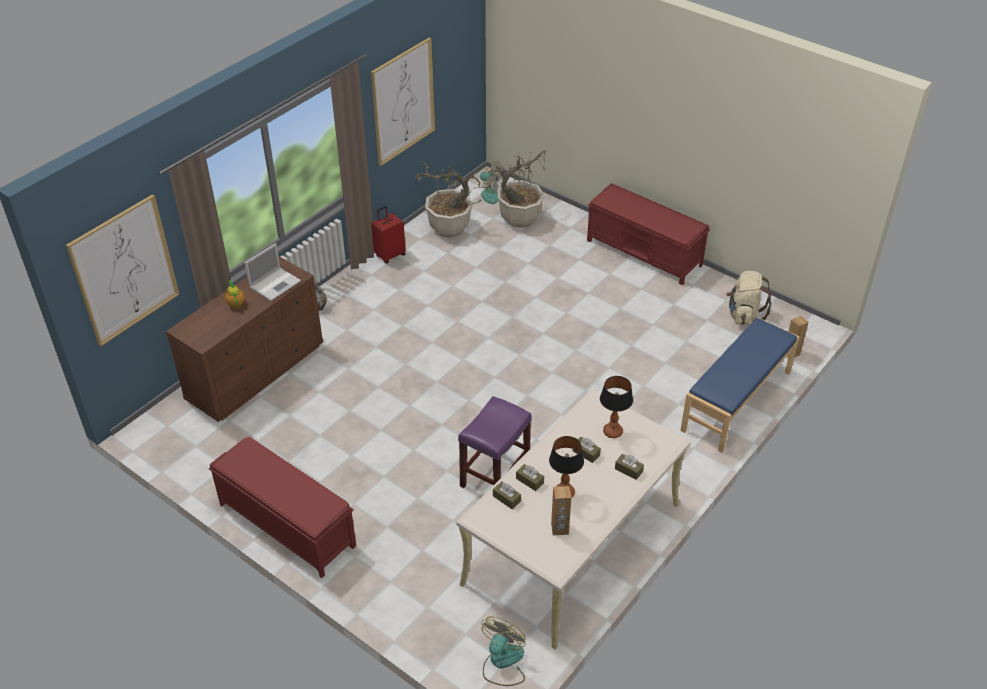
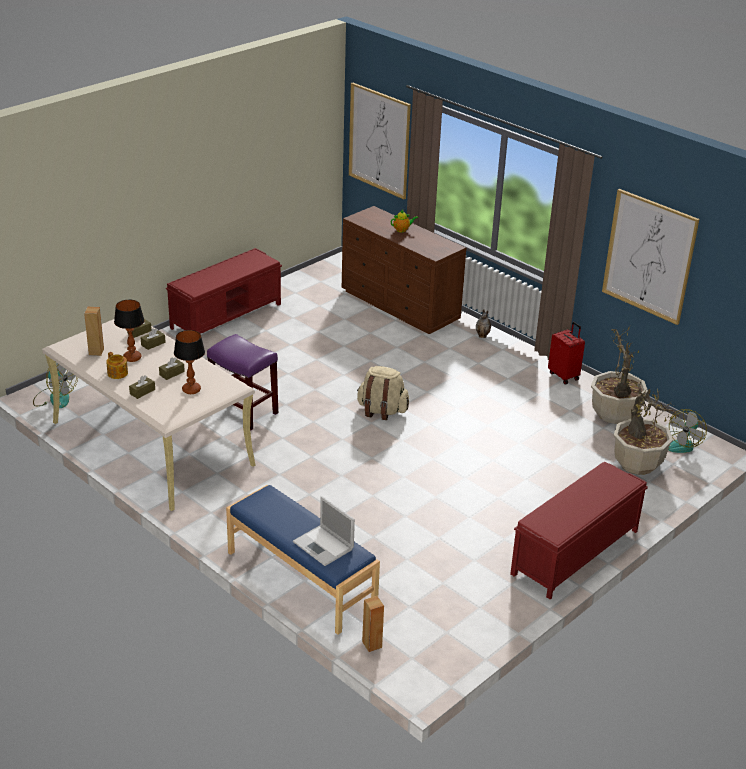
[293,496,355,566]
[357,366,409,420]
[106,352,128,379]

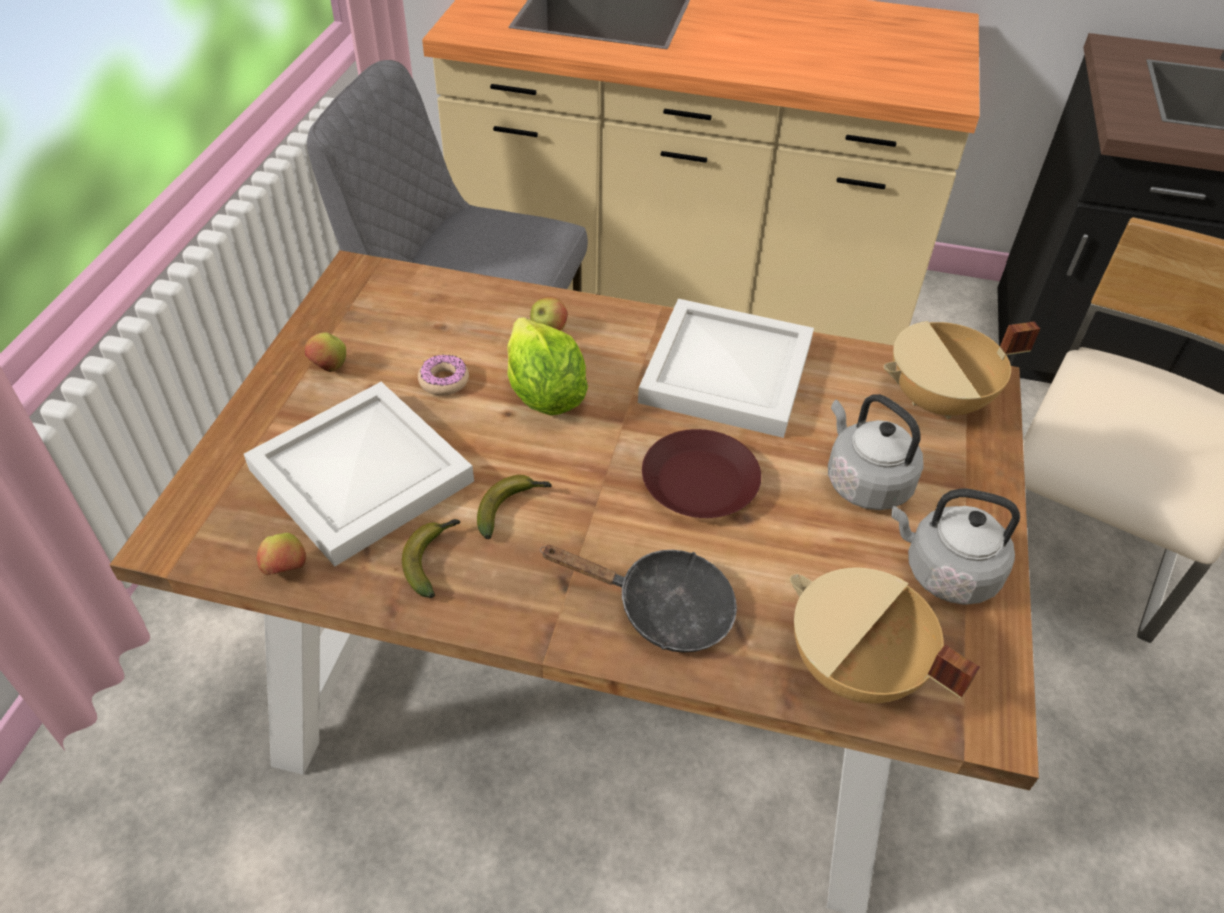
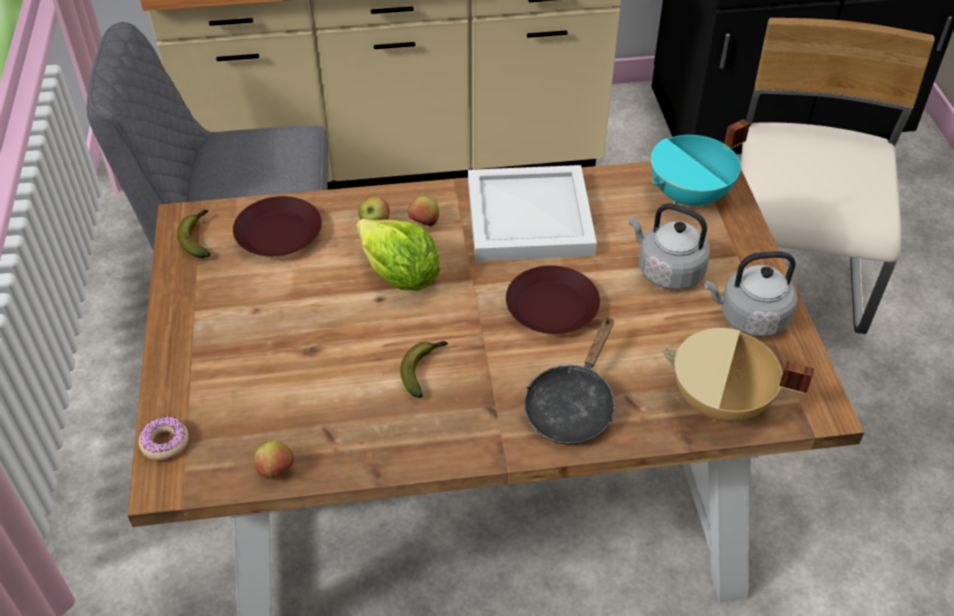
[651,119,750,208]
[408,196,439,227]
[139,416,189,461]
[244,382,474,566] (first image)
[177,210,211,258]
[524,317,615,445]
[233,196,322,256]

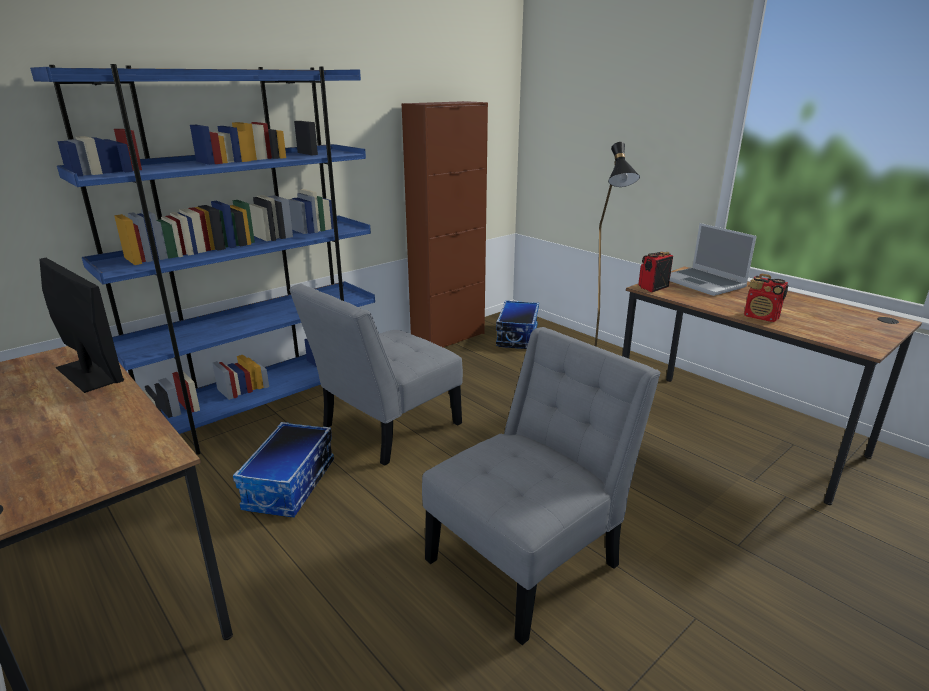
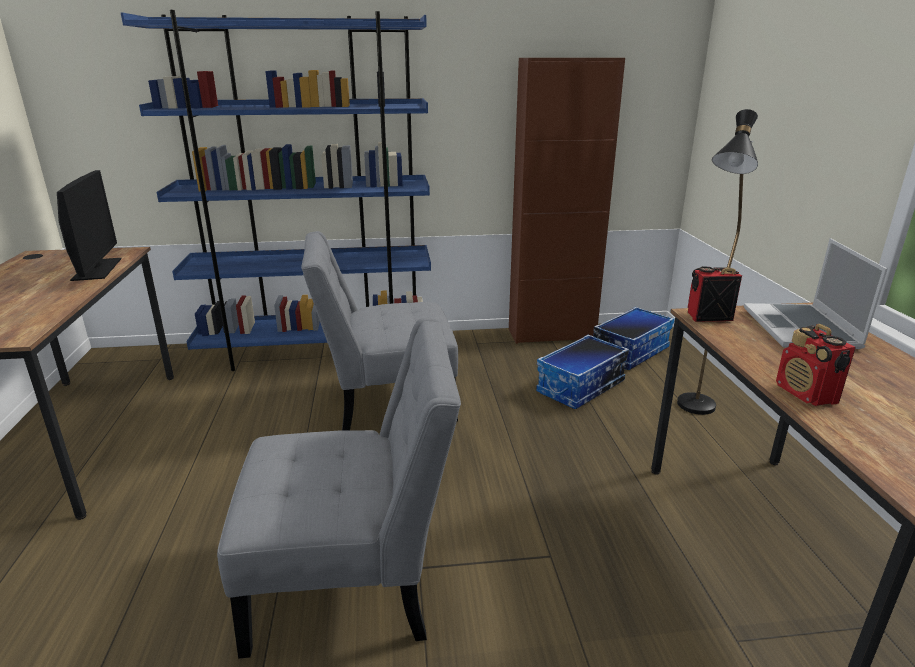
[536,335,629,409]

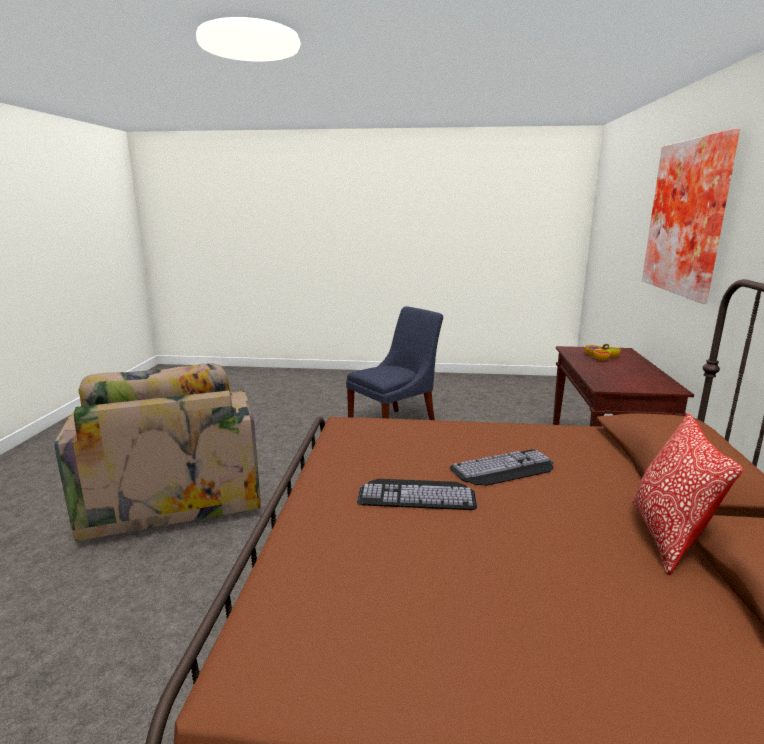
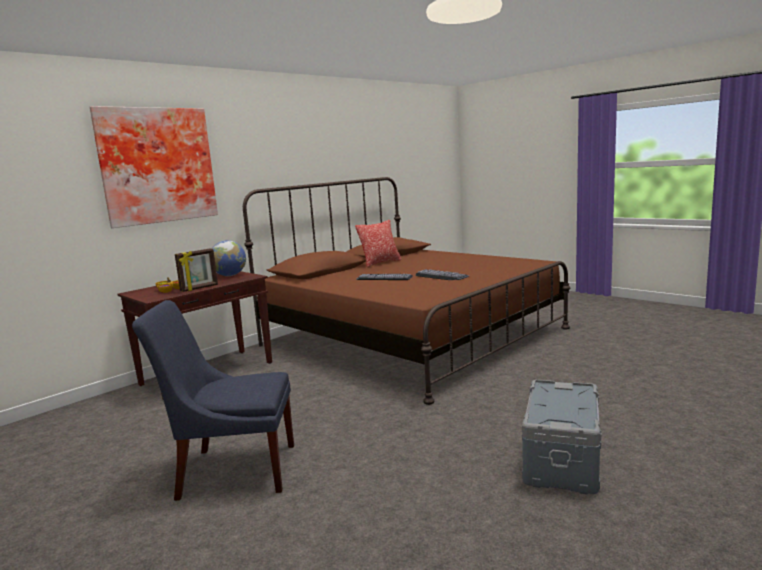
[522,380,601,494]
[212,240,246,276]
[175,248,218,292]

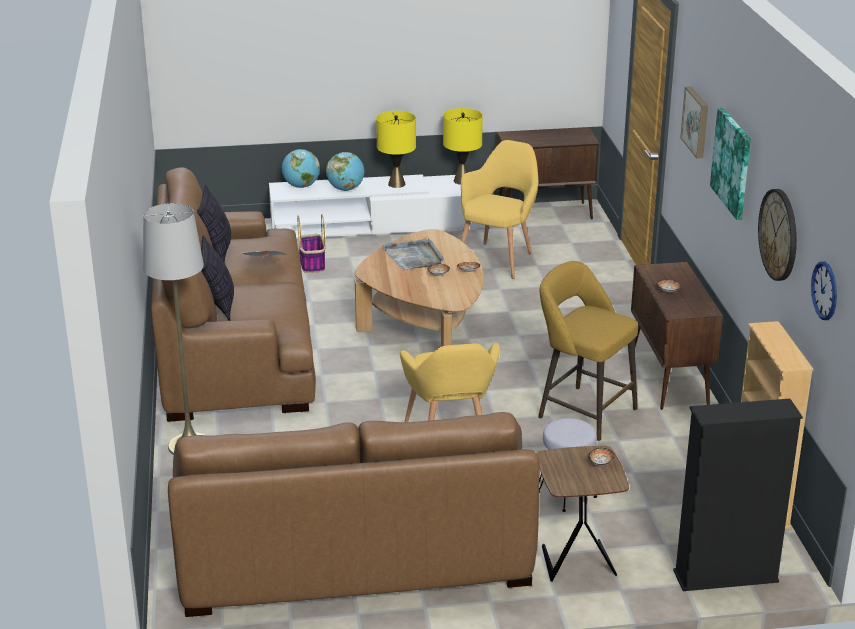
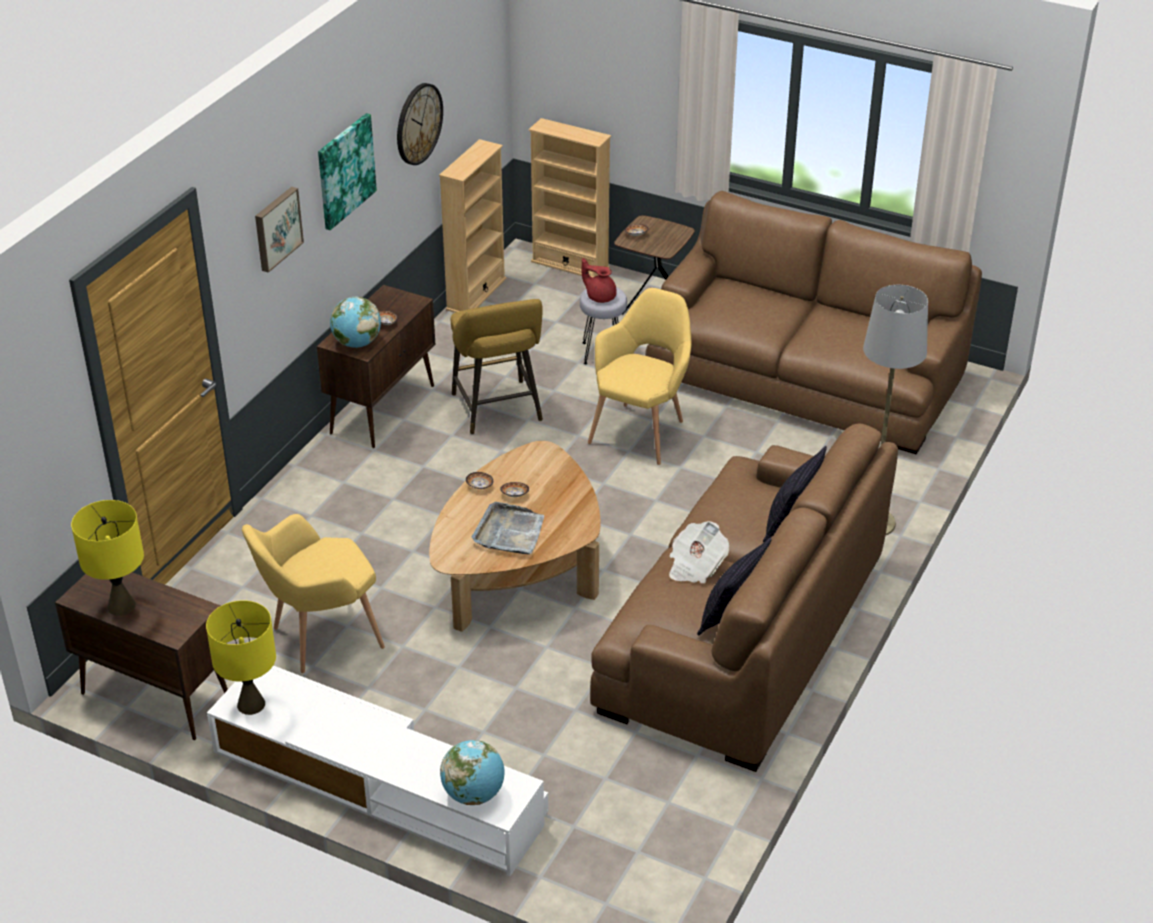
[71,500,144,616]
[330,297,381,348]
[297,214,326,273] (first image)
[811,262,837,320] (first image)
[529,118,611,277]
[581,258,617,303]

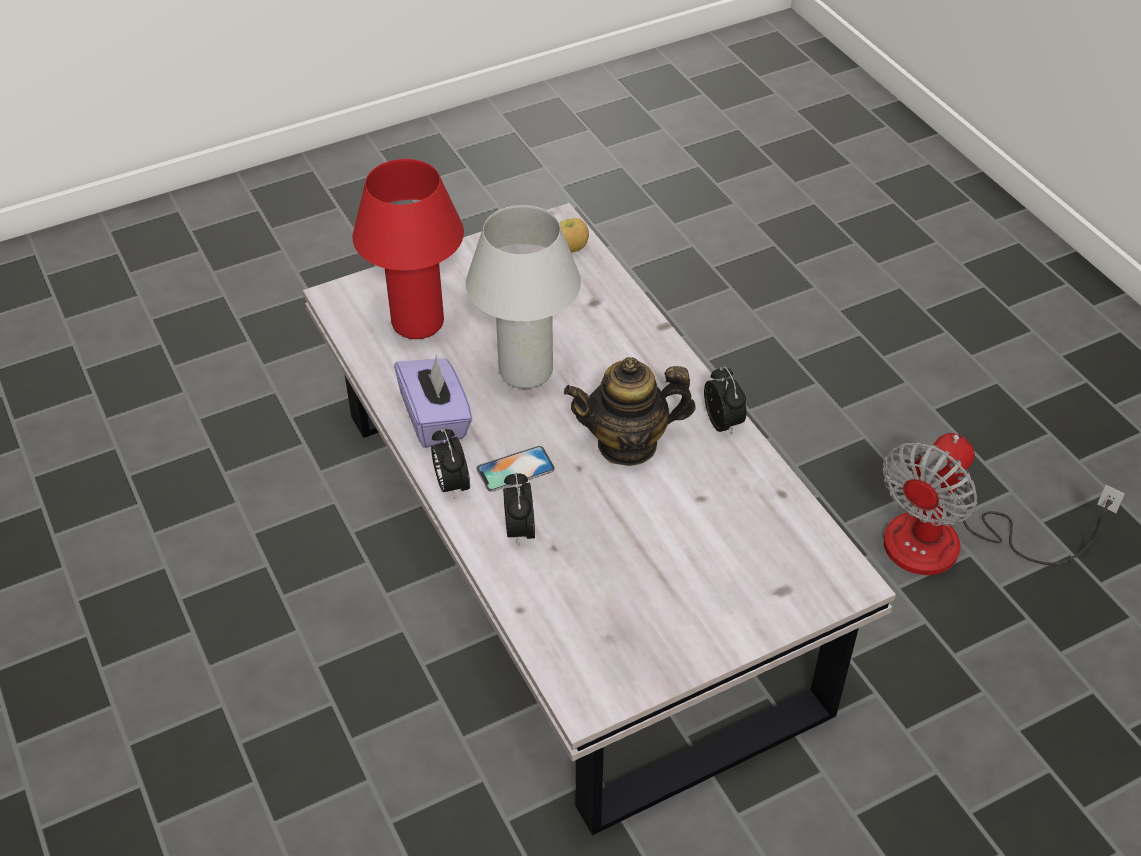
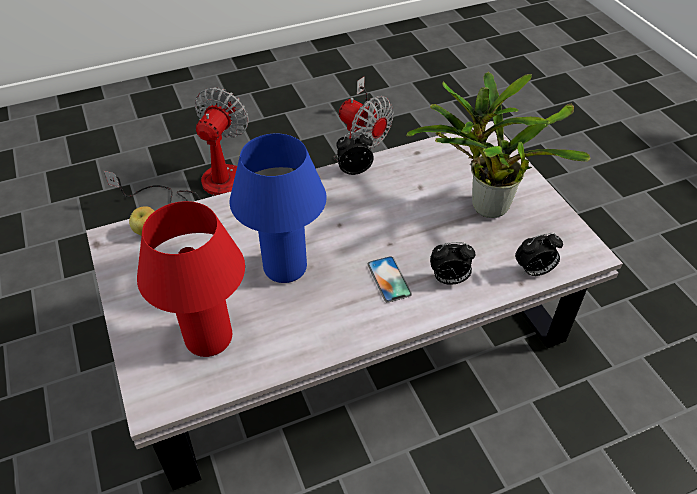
[230,134,327,283]
[394,355,473,448] (first image)
[564,357,696,466] (first image)
[515,233,563,276]
[406,72,590,218]
[104,87,249,204]

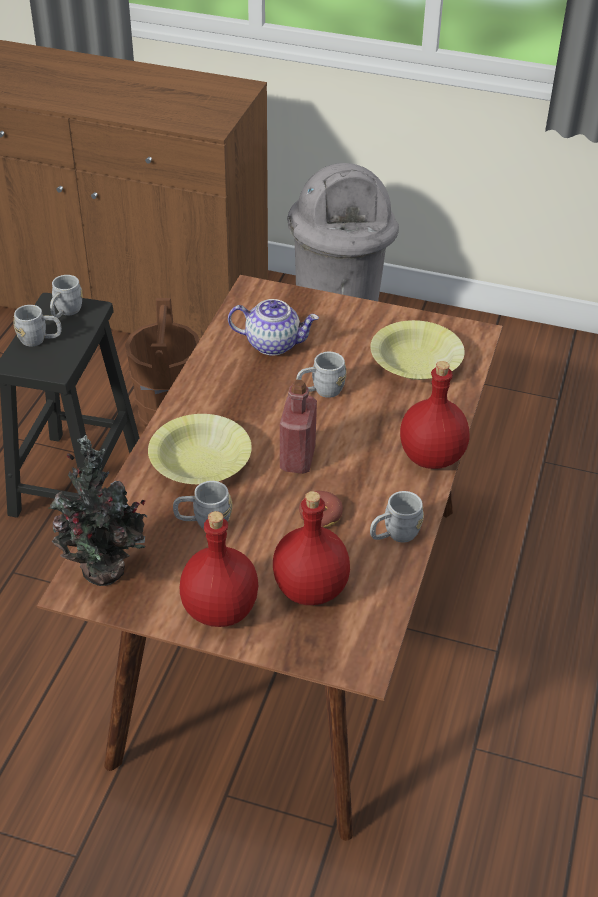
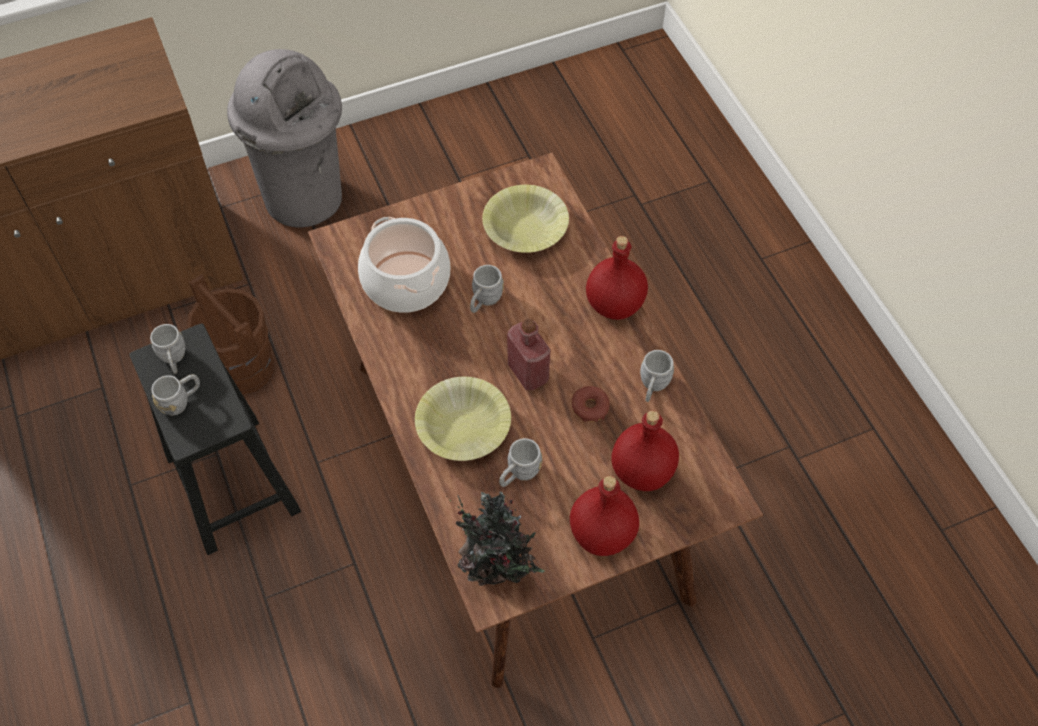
[358,217,450,313]

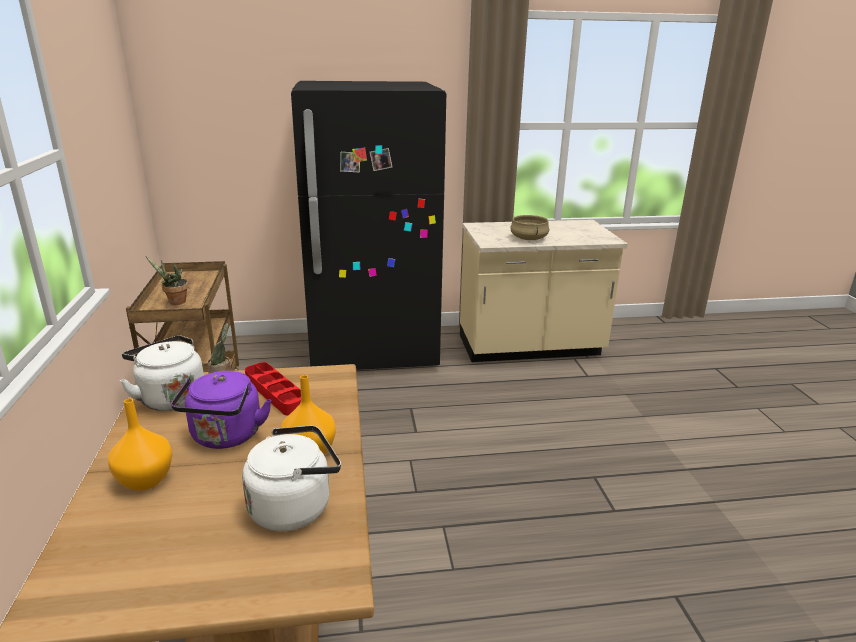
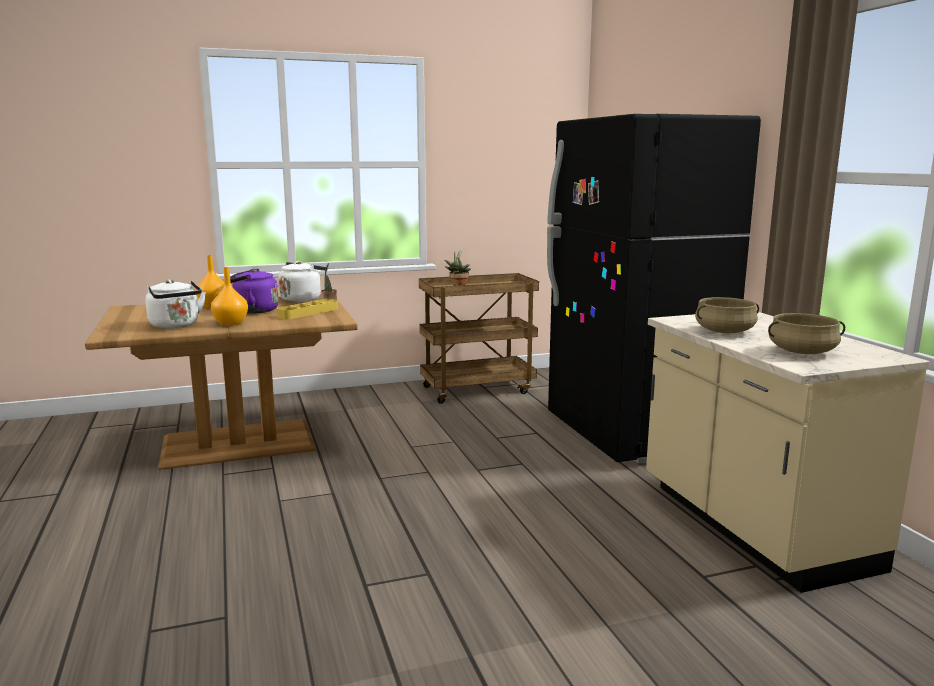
[277,299,338,319]
[768,313,845,354]

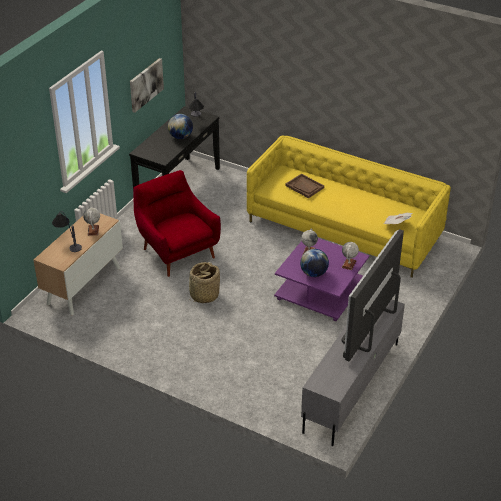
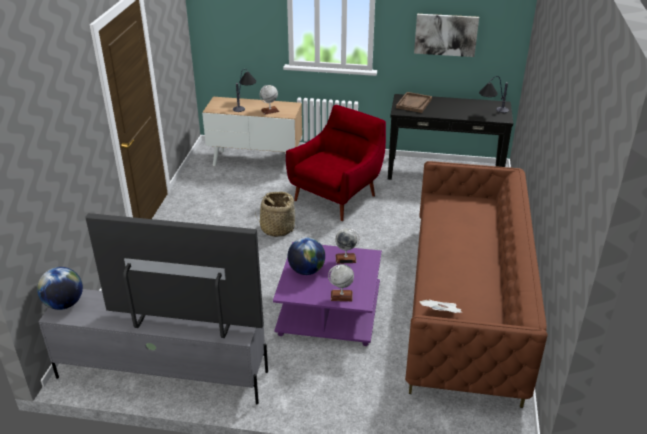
[37,267,83,310]
[405,161,548,408]
[396,92,432,113]

